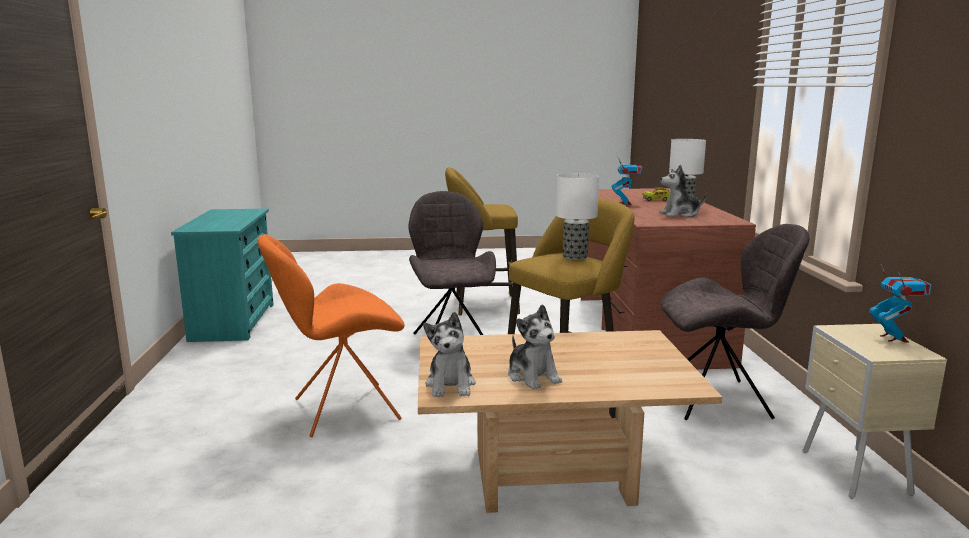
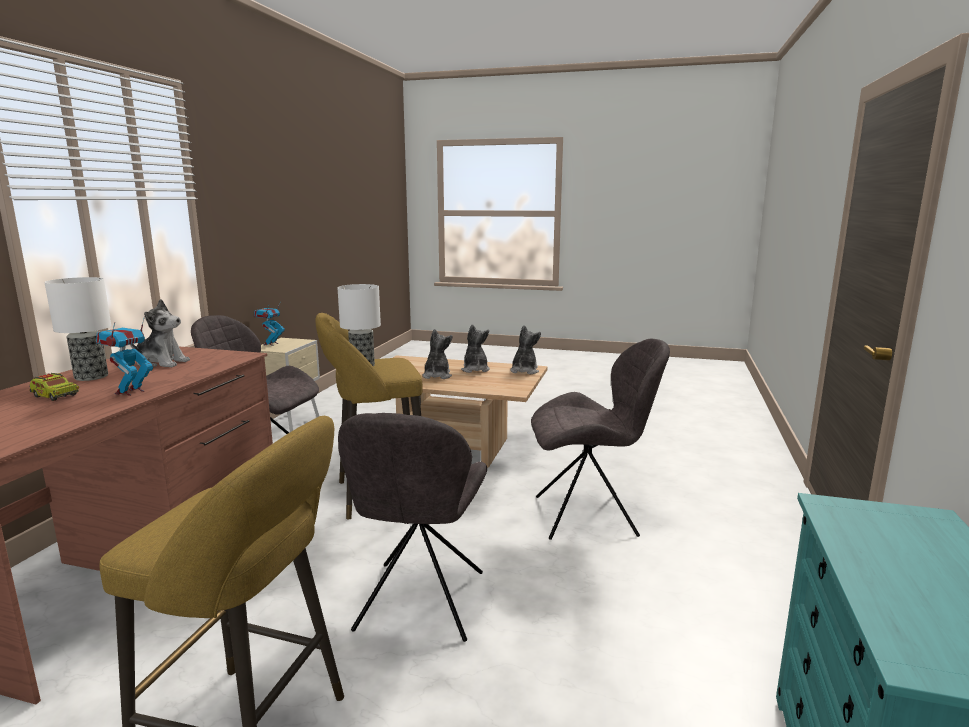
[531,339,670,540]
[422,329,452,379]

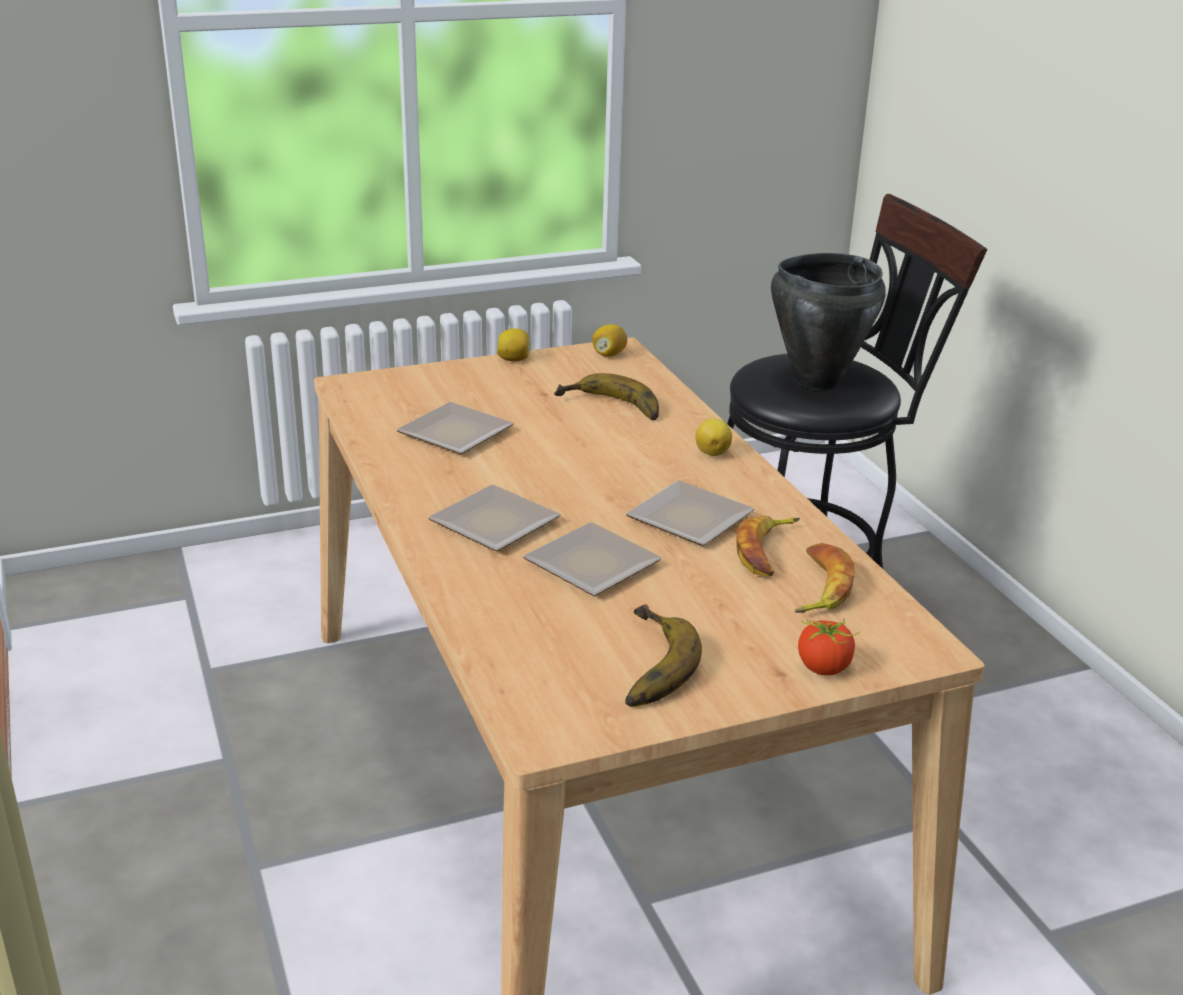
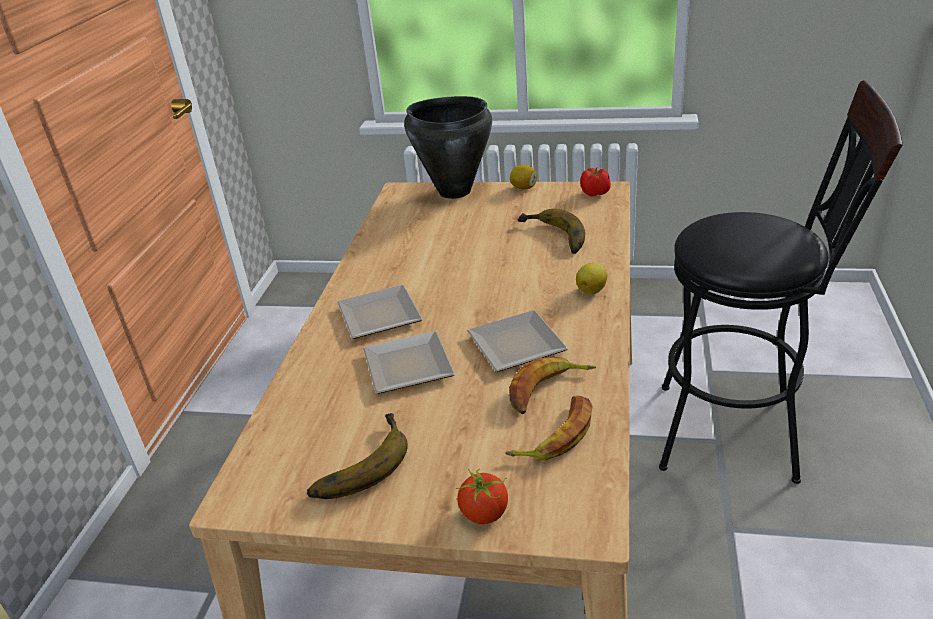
[404,96,492,199]
[580,168,611,197]
[396,402,514,454] (first image)

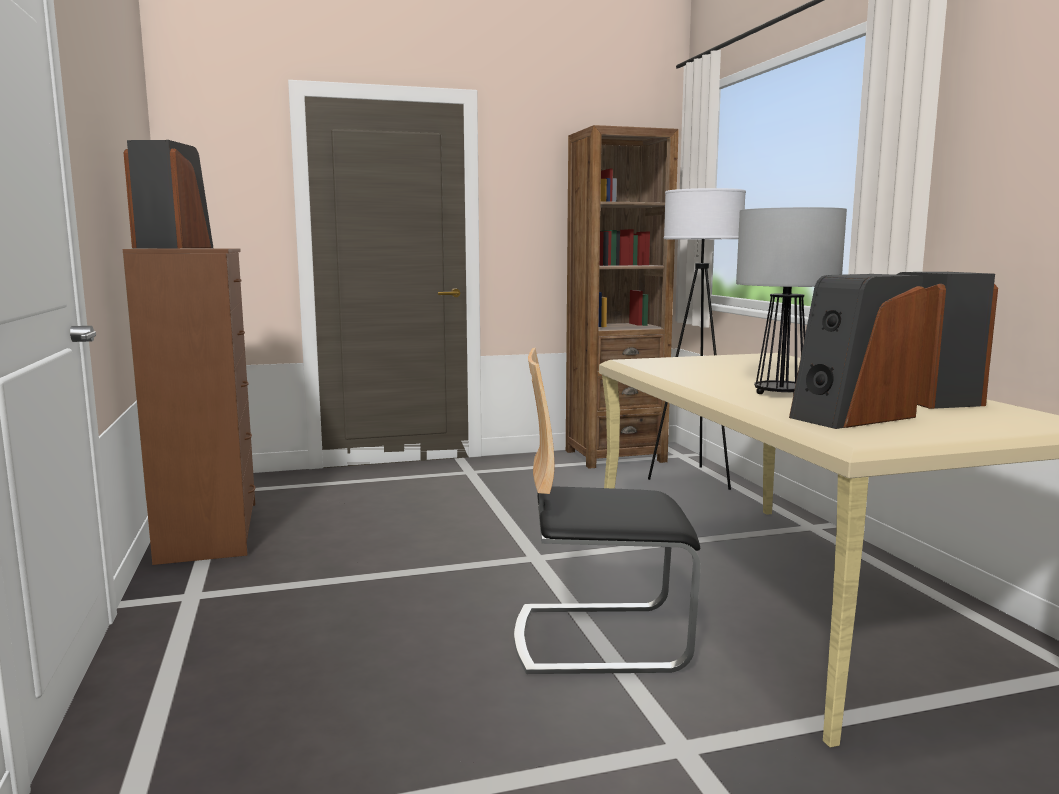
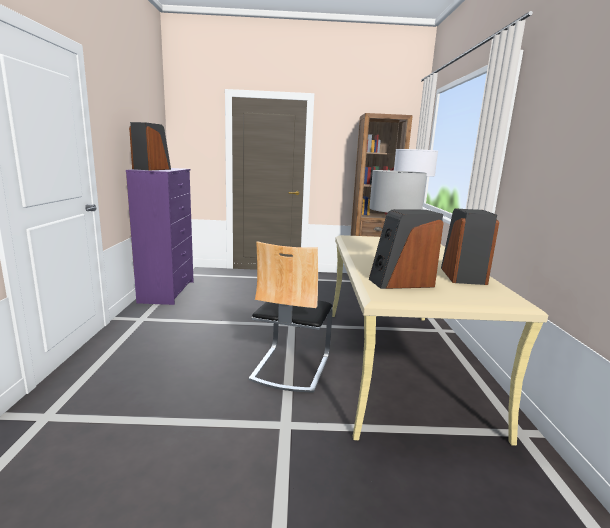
[126,168,194,305]
[249,241,333,393]

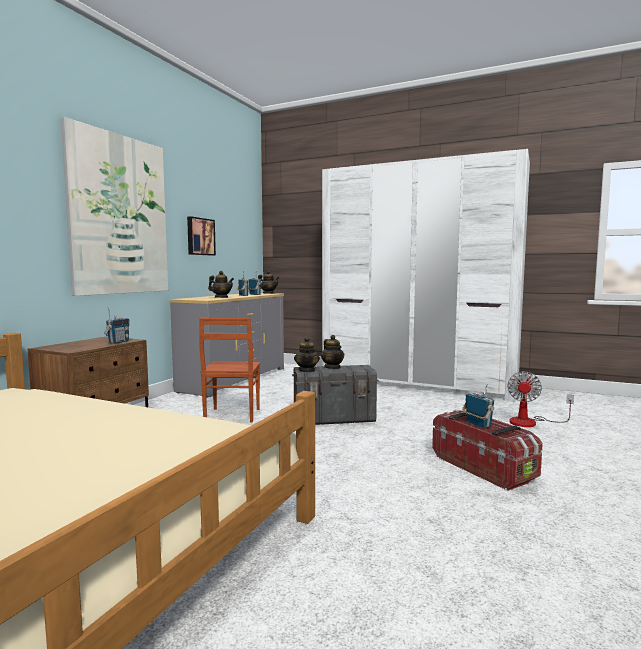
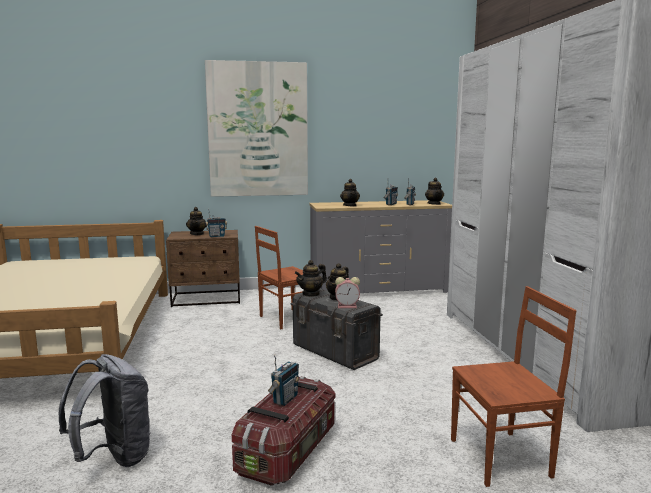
[187,216,216,256] (first image)
[451,286,576,487]
[186,207,206,235]
[335,277,360,308]
[59,354,151,467]

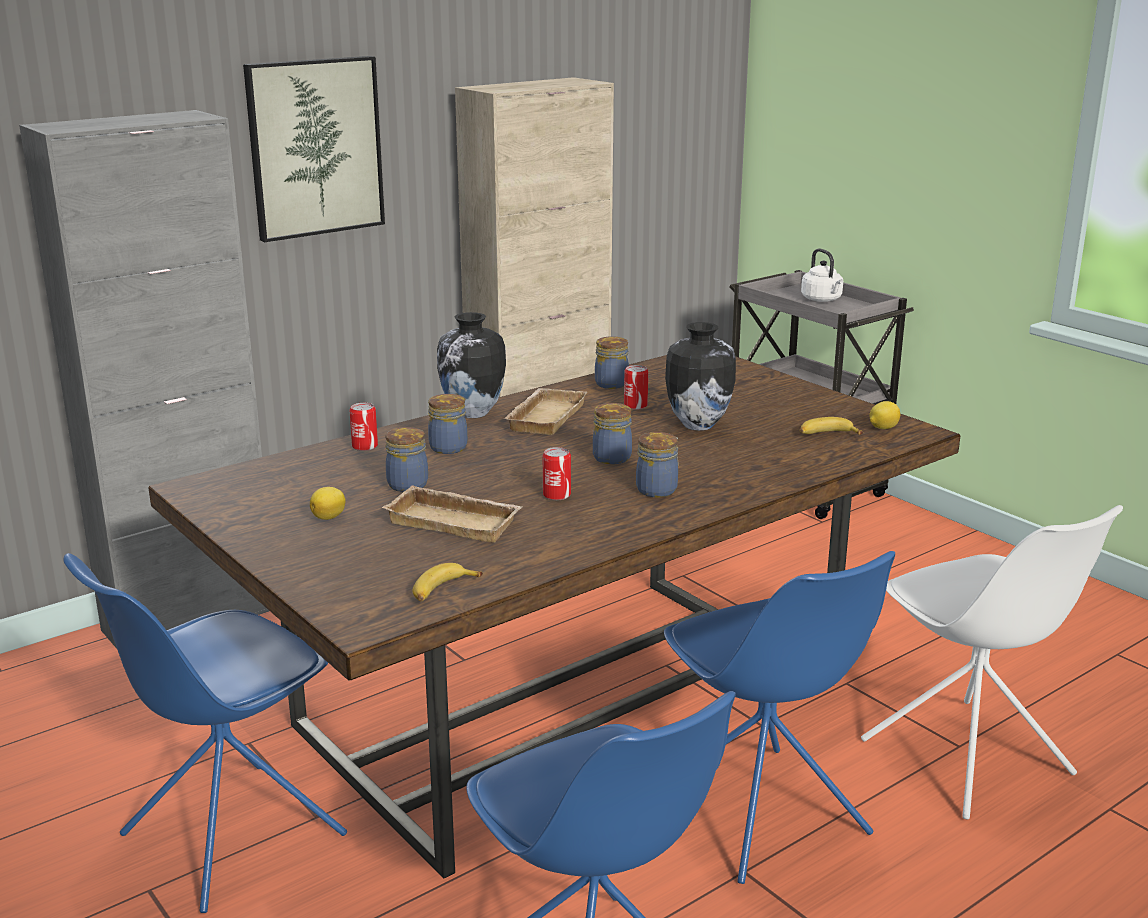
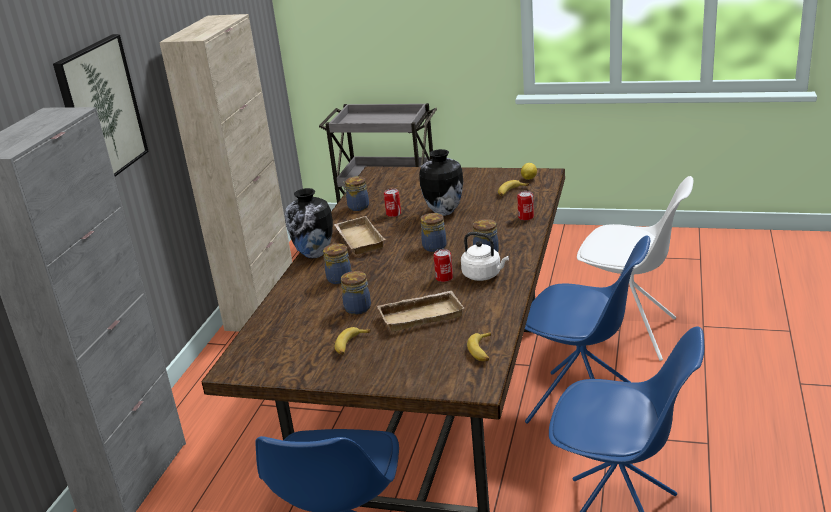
[461,232,509,281]
[517,191,534,221]
[335,327,371,355]

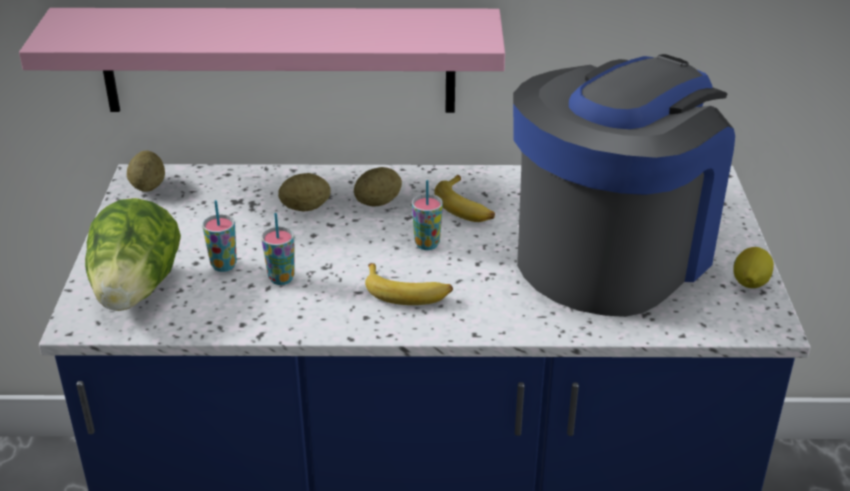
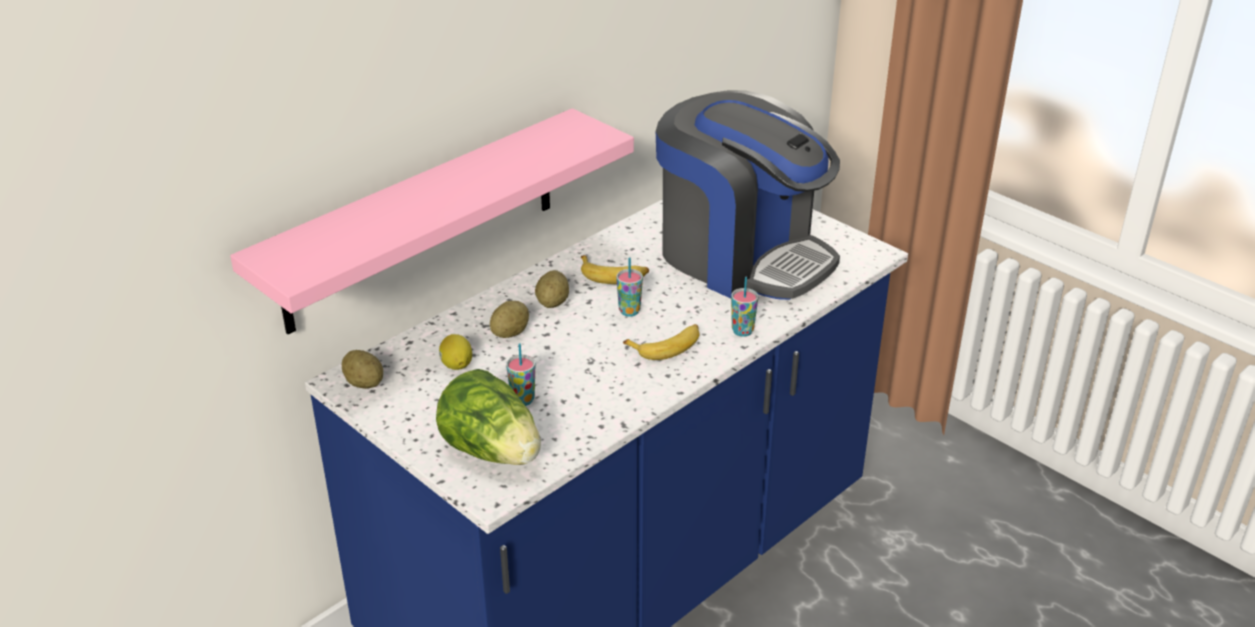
[656,90,840,300]
[731,277,758,337]
[439,334,472,370]

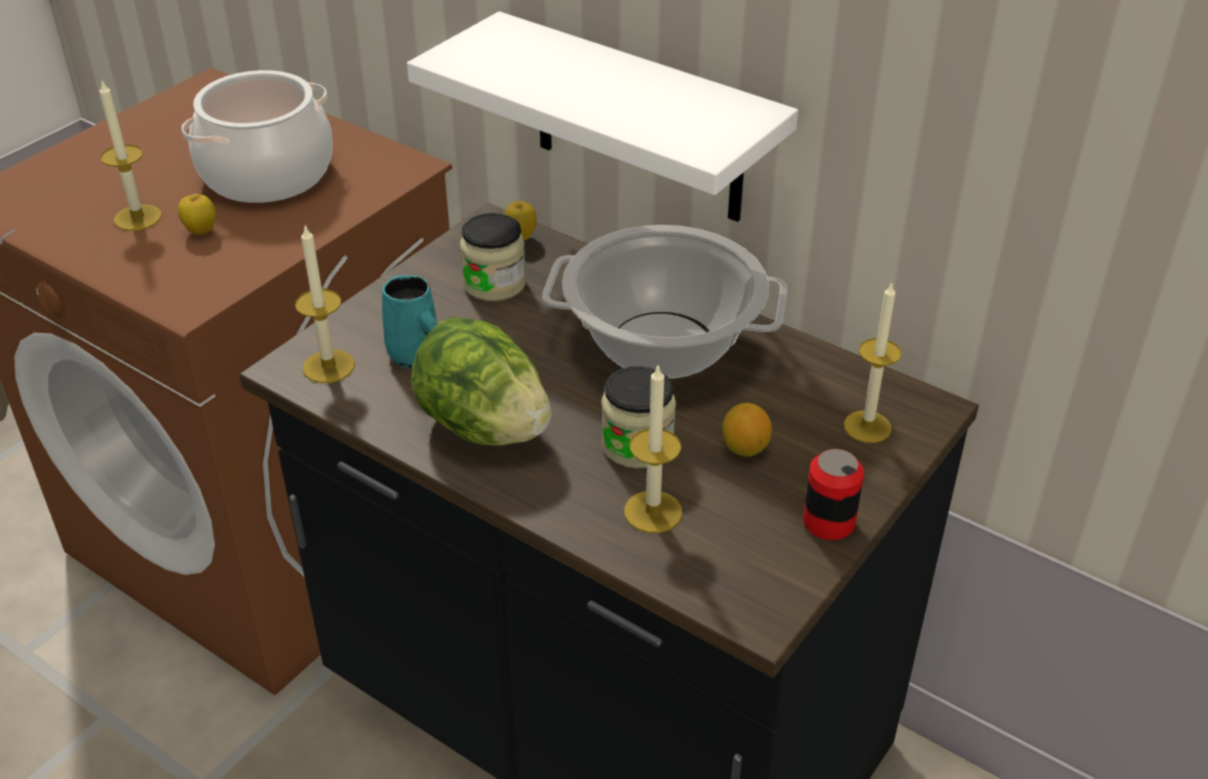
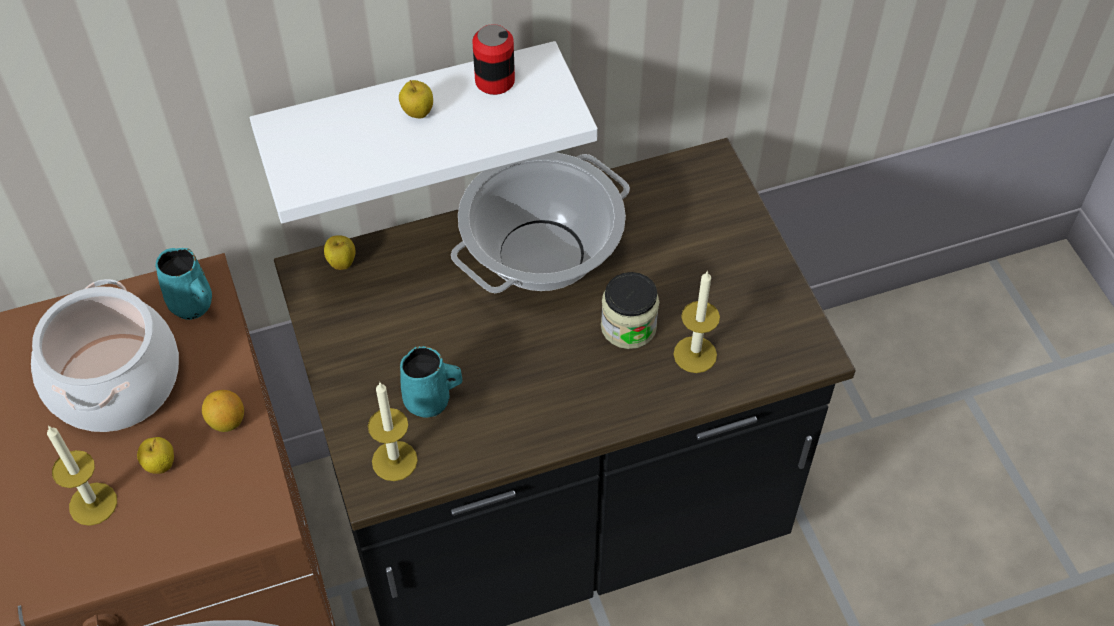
[460,213,526,301] (first image)
[844,282,902,443] (first image)
[411,317,552,445] (first image)
[202,390,244,432]
[472,24,515,95]
[399,80,433,119]
[155,248,212,320]

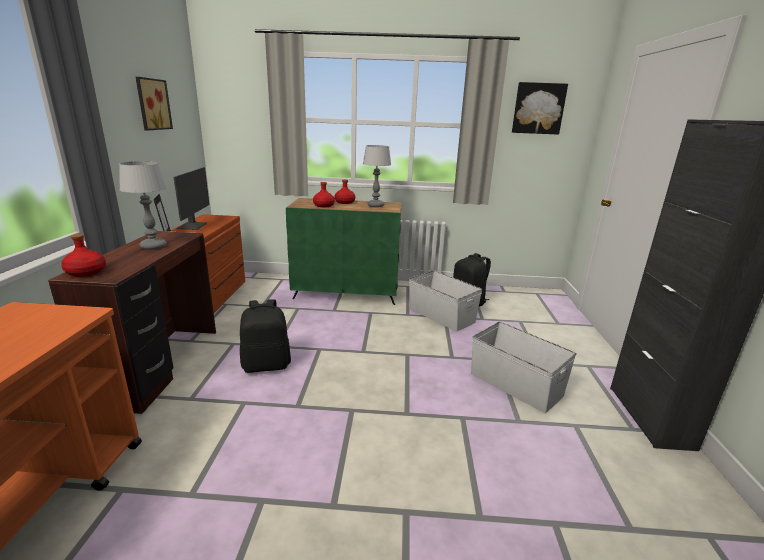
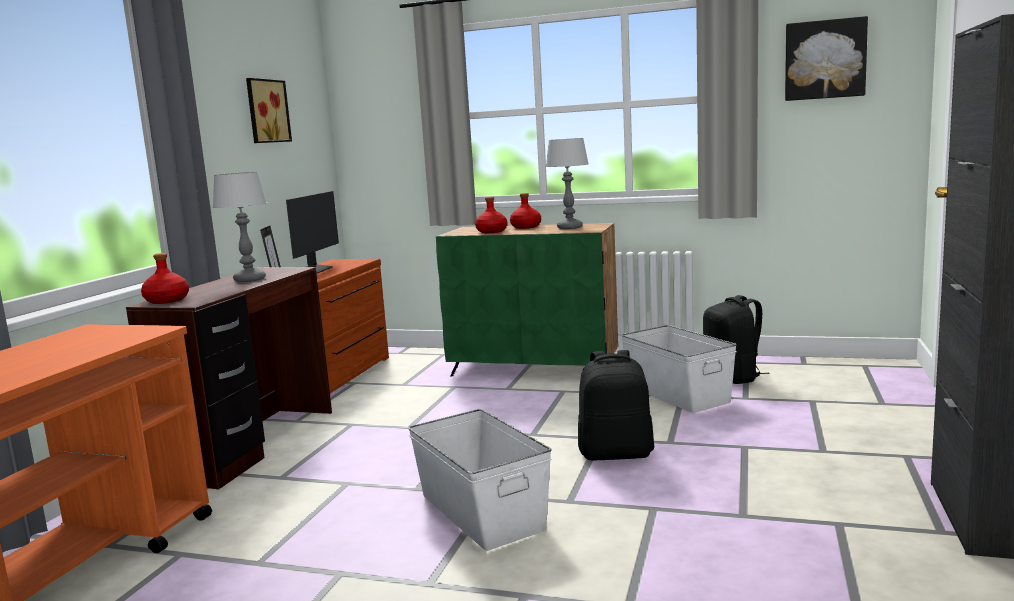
[578,350,654,460]
[408,409,552,551]

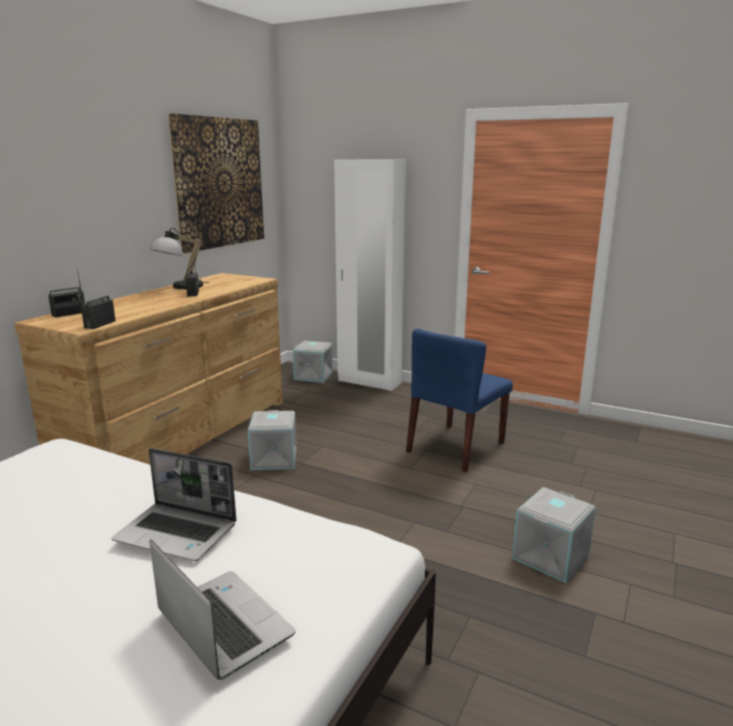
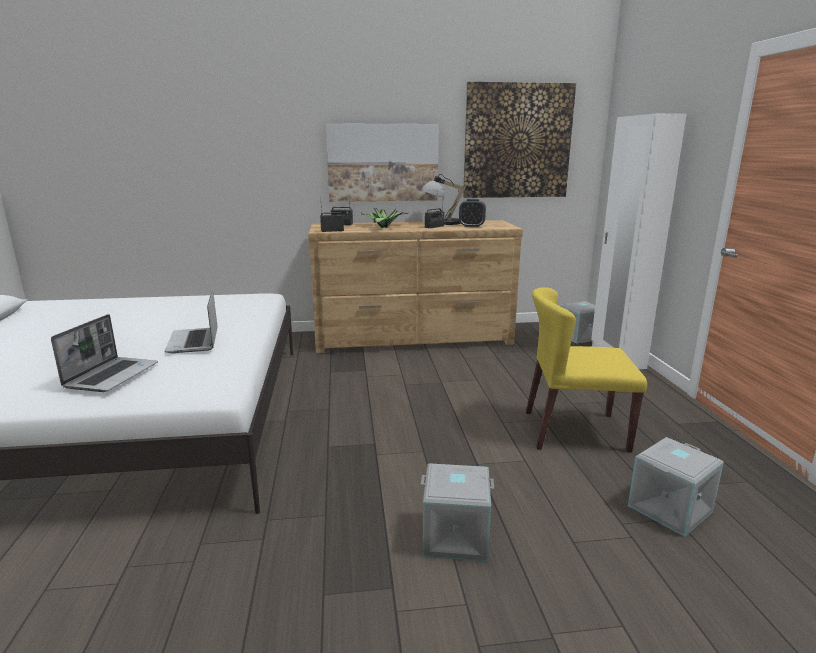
[526,287,647,452]
[628,437,724,537]
[326,123,439,202]
[459,199,486,227]
[361,208,409,228]

